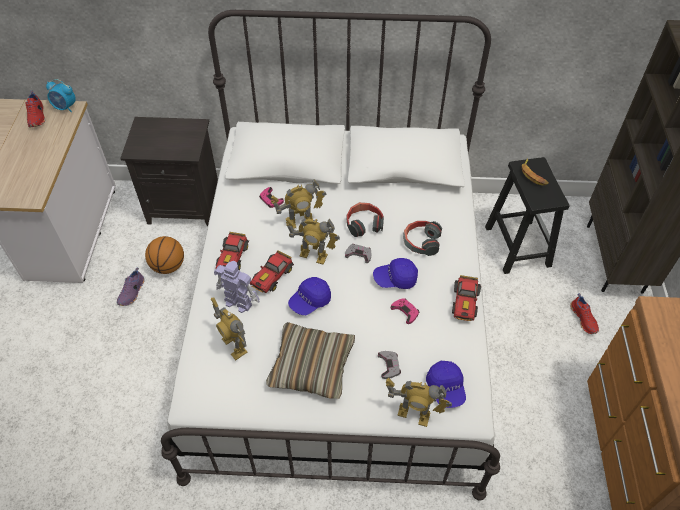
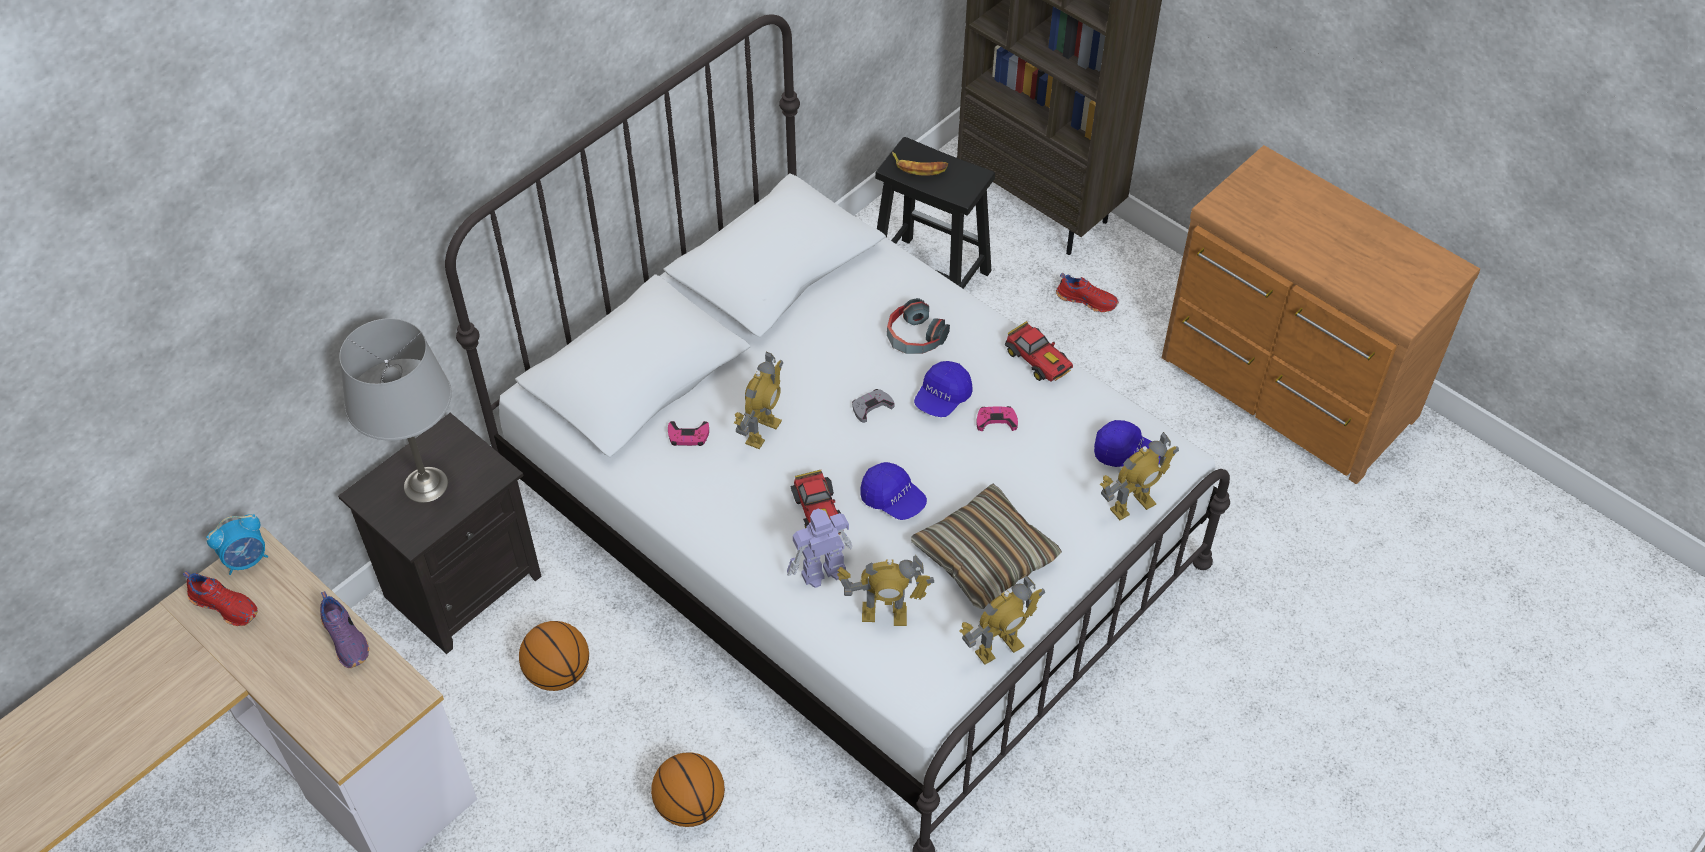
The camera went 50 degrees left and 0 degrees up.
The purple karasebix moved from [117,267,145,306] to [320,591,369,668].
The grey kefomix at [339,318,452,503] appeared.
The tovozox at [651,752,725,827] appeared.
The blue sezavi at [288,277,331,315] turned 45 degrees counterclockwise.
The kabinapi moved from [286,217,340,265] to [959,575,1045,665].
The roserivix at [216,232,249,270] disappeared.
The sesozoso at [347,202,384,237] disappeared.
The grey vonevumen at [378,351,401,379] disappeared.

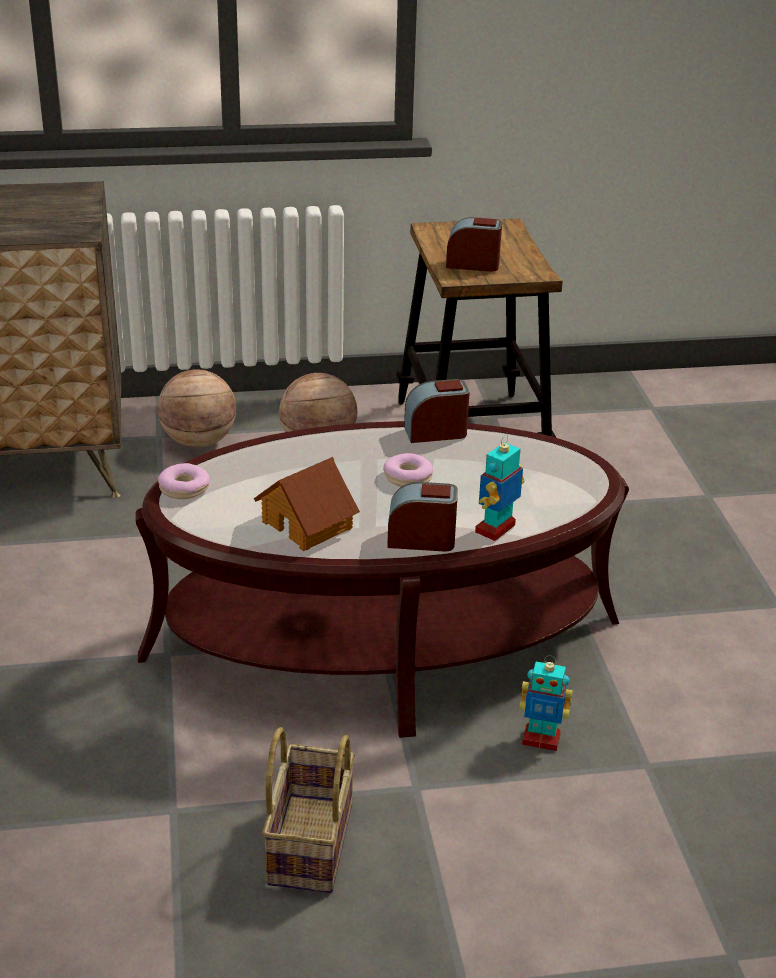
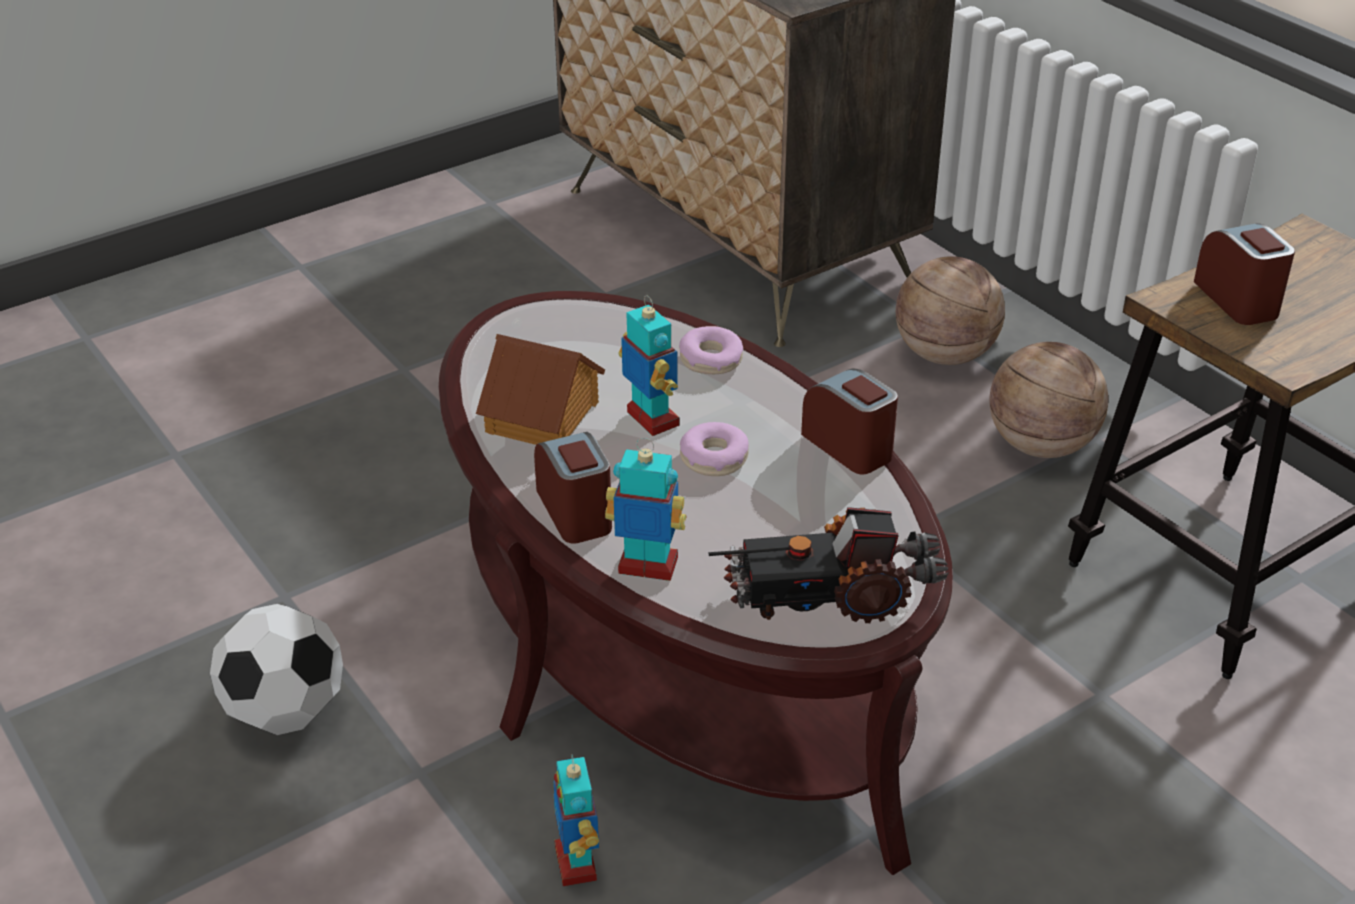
The camera went 65 degrees right and 5 degrees up.
The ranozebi at [262,727,355,893] was replaced by the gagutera at [210,604,343,735].
The kabinapi at [618,295,680,436] appeared.
The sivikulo moved from [158,463,210,499] to [679,326,743,374].
The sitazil at [709,507,948,623] appeared.

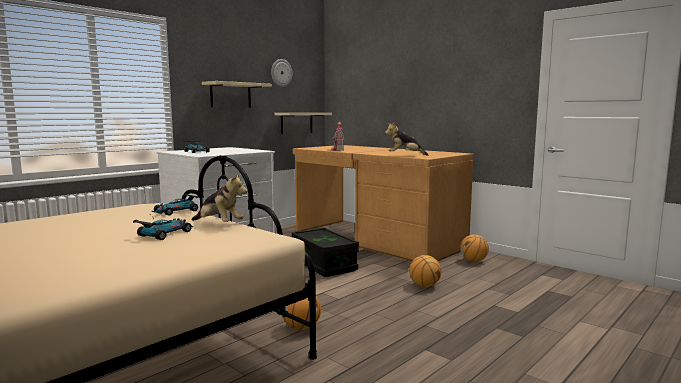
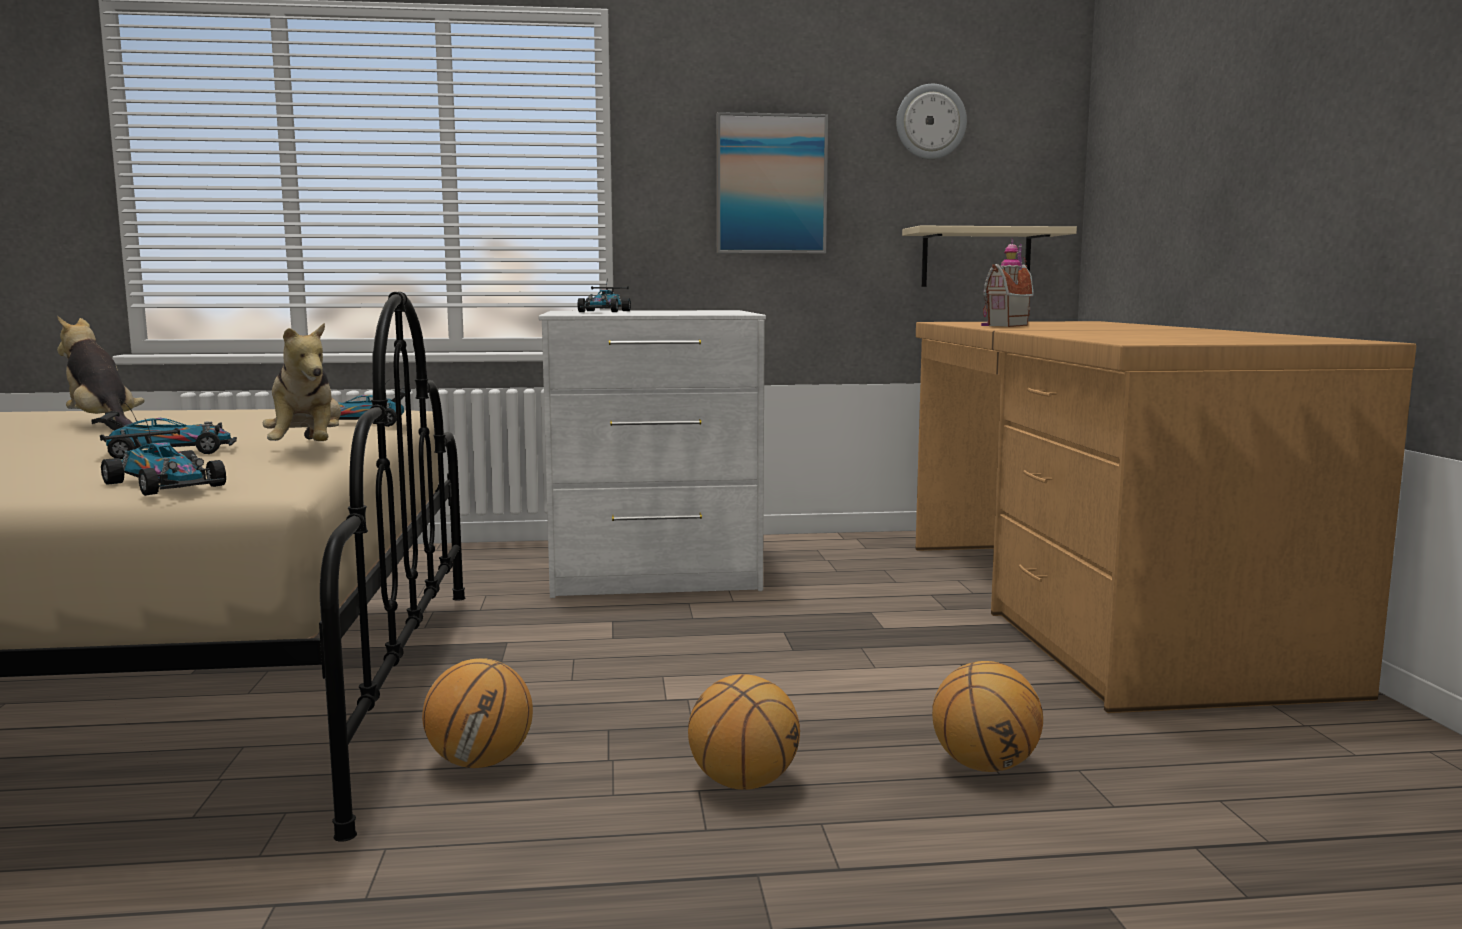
The camera went 40 degrees right and 0 degrees up.
The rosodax moved from [385,122,429,156] to [57,316,145,426].
The roserivix at [100,418,226,496] appeared.
The tovozox moved from [461,235,489,262] to [688,674,800,790].
The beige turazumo at [202,81,272,108] was replaced by the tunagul at [716,112,828,254].
The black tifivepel at [292,228,359,277] disappeared.

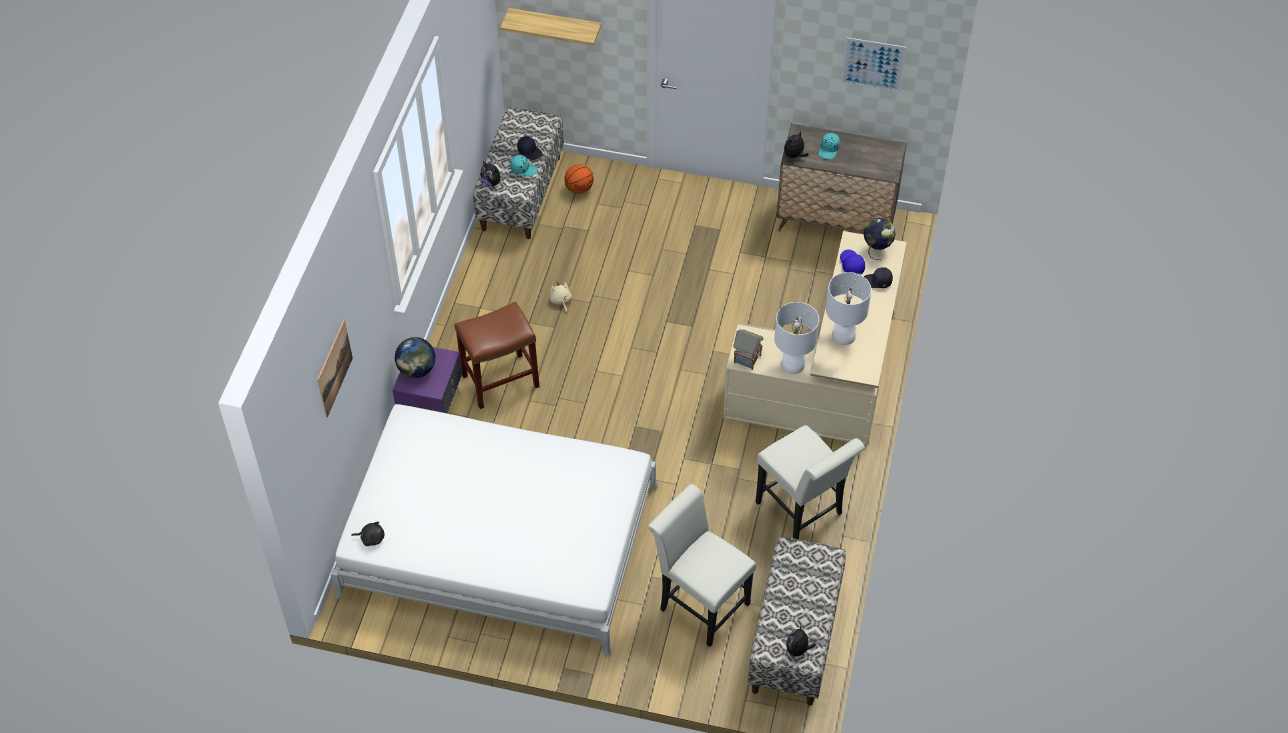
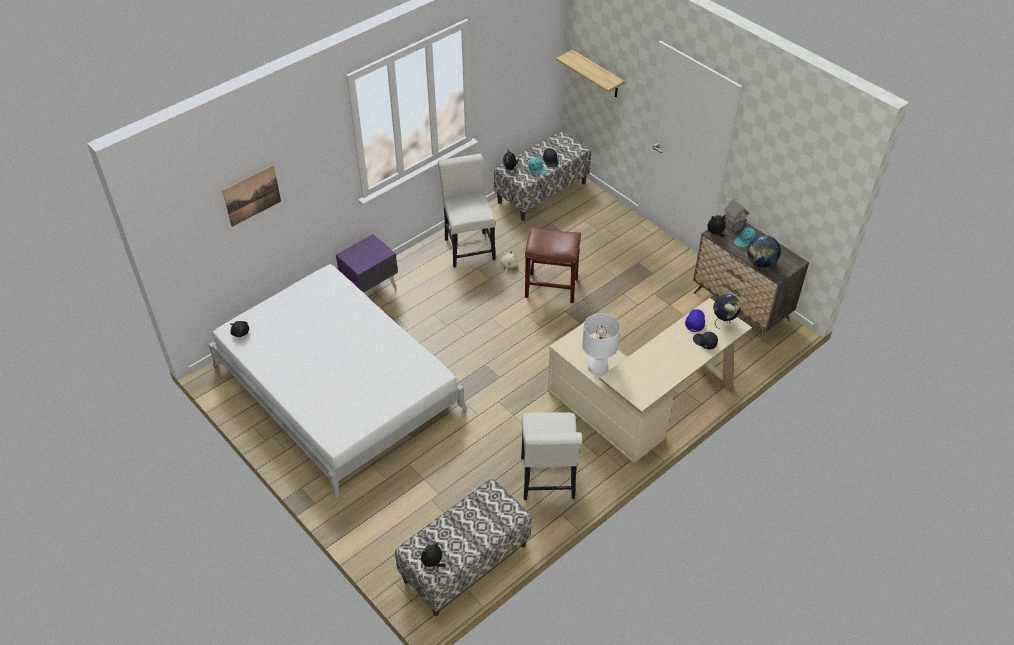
The camera went 35 degrees right and 5 degrees down.
The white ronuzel moved from [648,484,756,647] to [438,154,496,268].
The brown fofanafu moved from [455,302,540,409] to [525,227,581,303].
The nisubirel moved from [733,329,763,370] to [724,199,749,234].
The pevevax moved from [395,337,436,378] to [748,235,781,268].
The tovozox at [564,165,594,194] disappeared.
The white kefomix at [826,272,871,345] disappeared.
The tunagul at [841,37,906,92] disappeared.

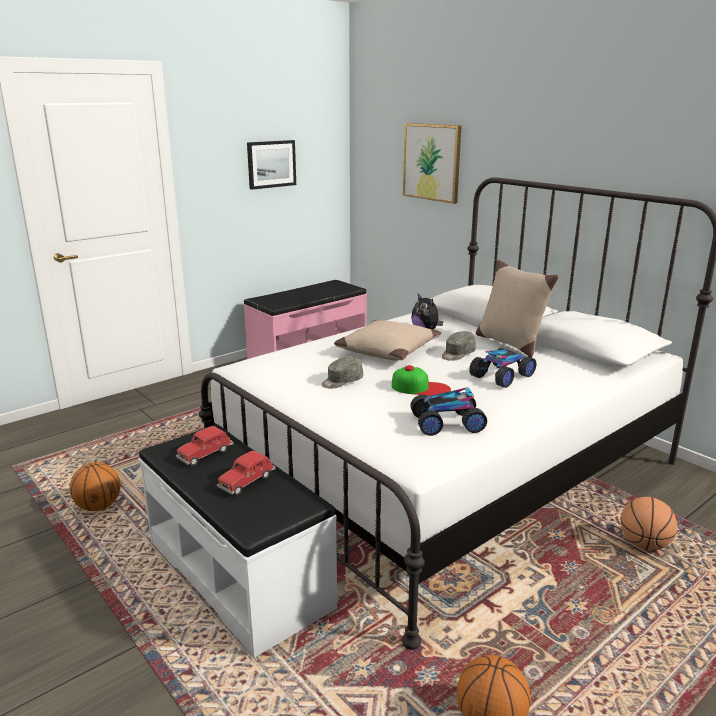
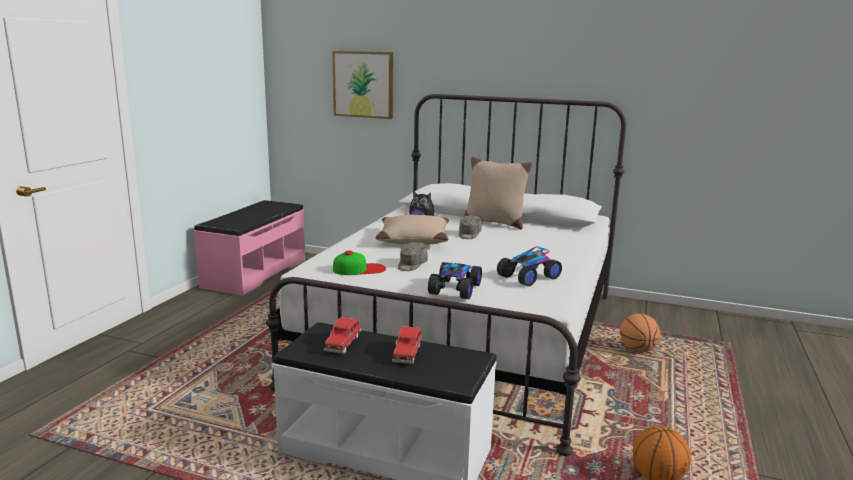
The camera went 30 degrees left and 5 degrees down.
The sezavi moved from [392,365,451,396] to [333,250,386,275].
The roserivix moved from [469,348,536,388] to [428,262,482,299].
The tovozox at [70,462,121,511] disappeared.
The tunagul at [247,140,296,190] disappeared.

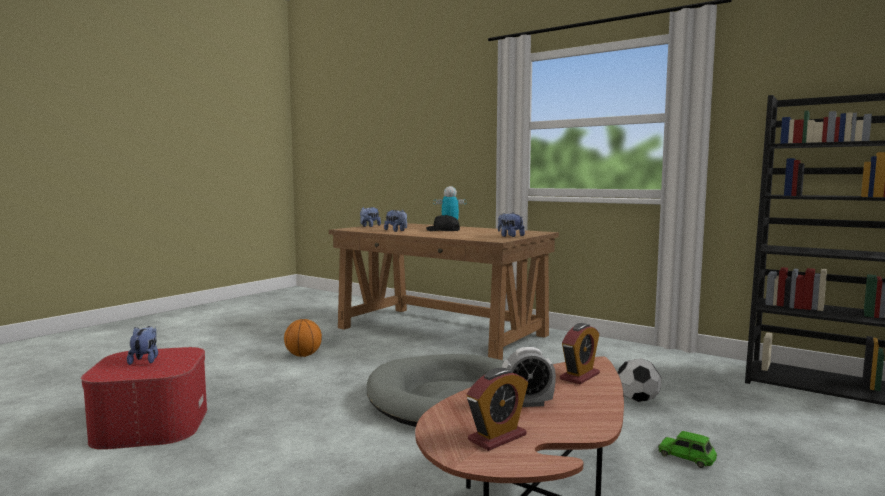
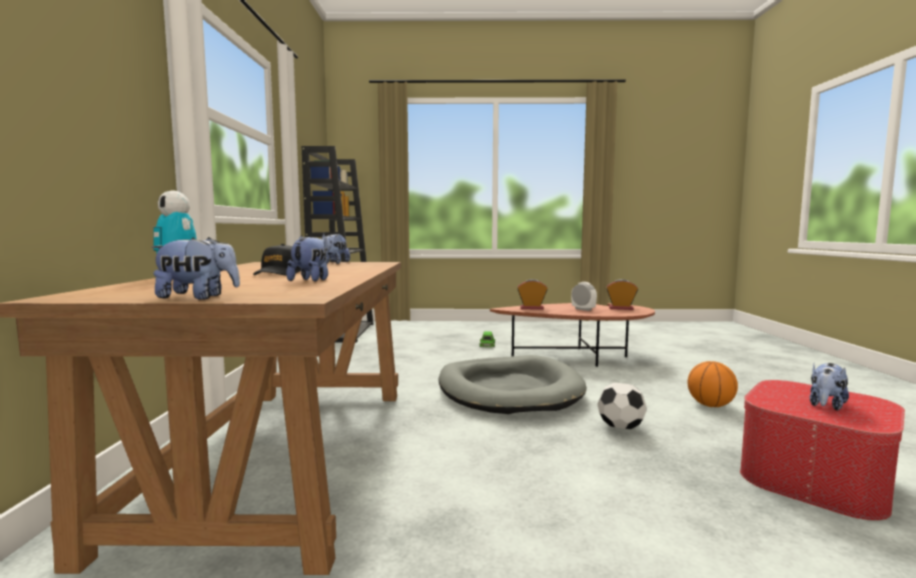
The camera went 125 degrees left and 0 degrees up.
The gagutera moved from [617,359,662,402] to [597,383,647,429].
The tovozox moved from [284,319,322,357] to [688,361,738,407].

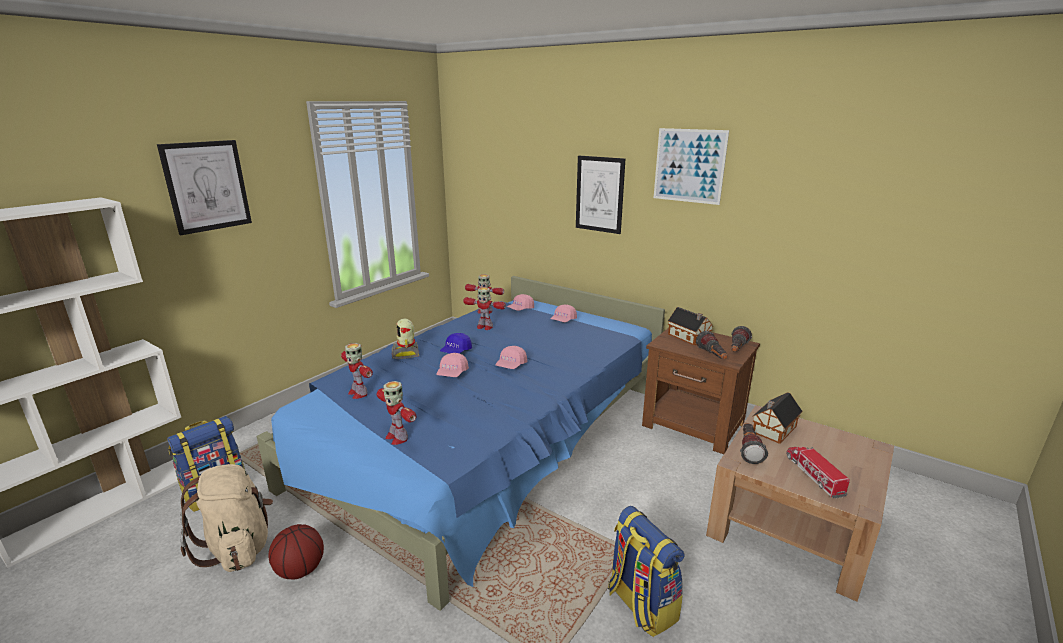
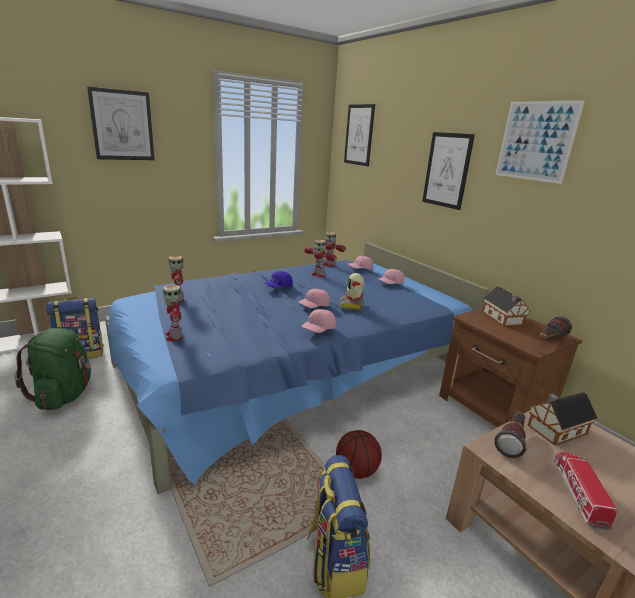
The camera went 20 degrees right and 0 degrees up.
The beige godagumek at [180,464,273,572] became the green godagumek at [15,328,91,410].
The pink sezavi moved from [436,353,469,377] to [301,309,336,333].
The tovozox moved from [269,524,324,580] to [336,430,382,479].
The kabinapi moved from [392,319,419,359] to [339,273,364,311].
The tunagul at [344,104,375,166] appeared.
The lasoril at [696,331,728,359] disappeared.

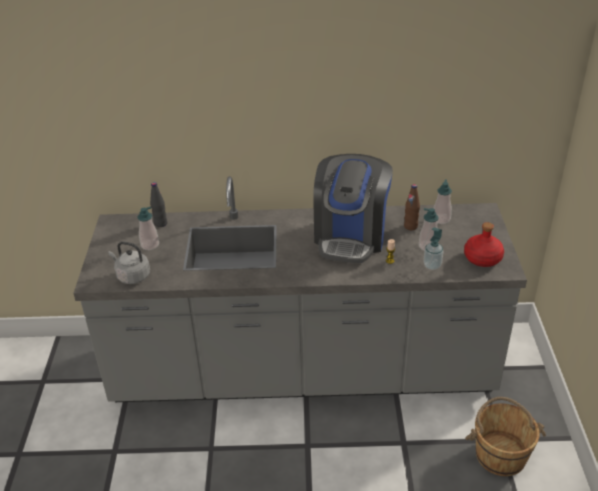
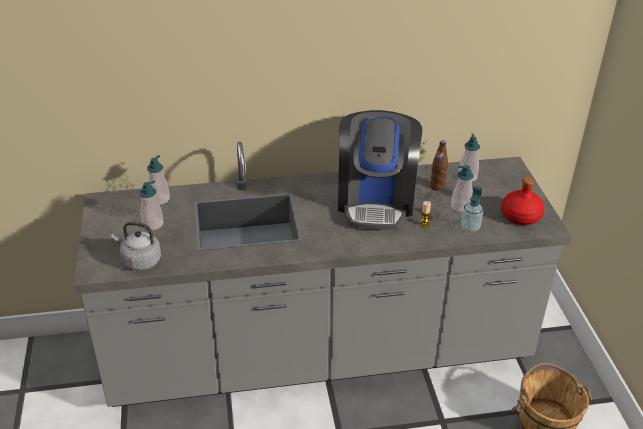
The camera went 10 degrees left and 0 degrees up.
The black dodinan at [150,182,167,227] was replaced by the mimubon at [147,155,170,205].

